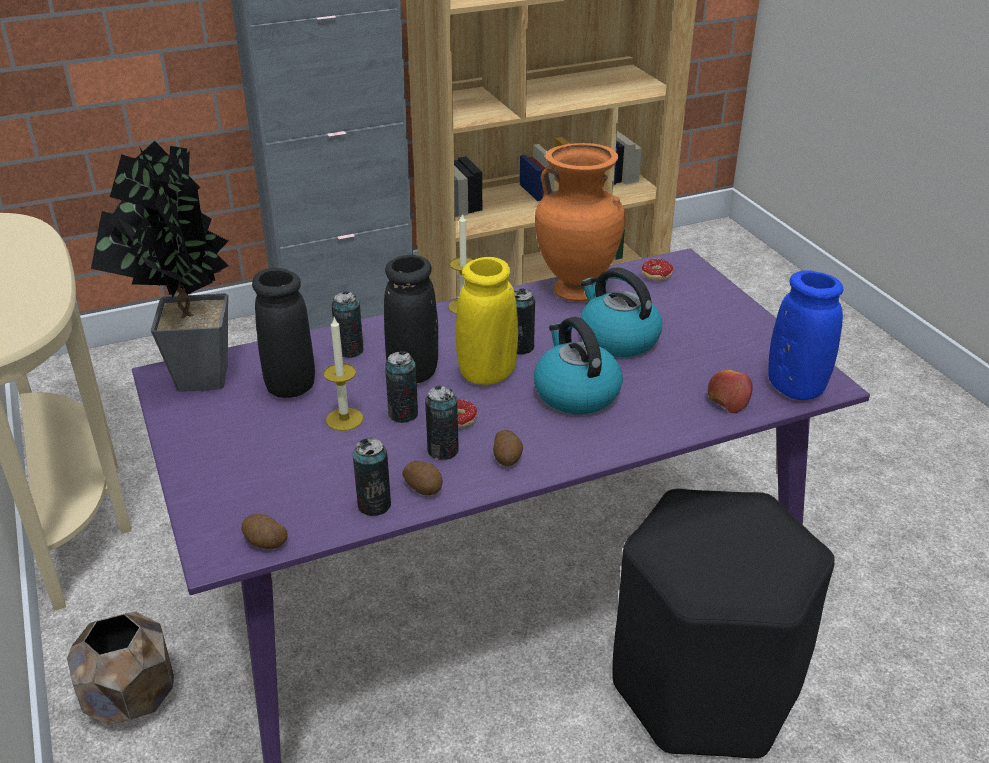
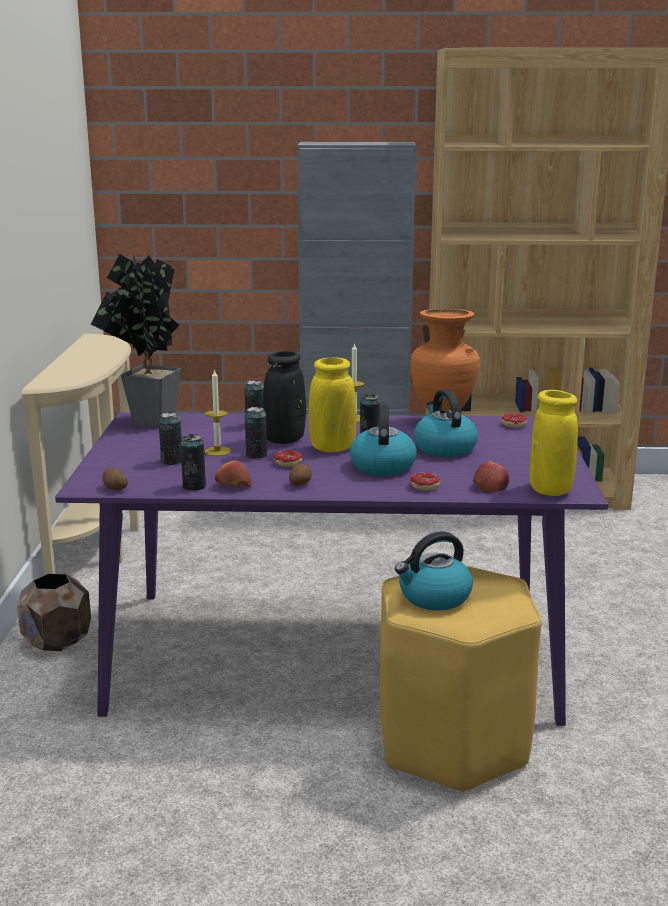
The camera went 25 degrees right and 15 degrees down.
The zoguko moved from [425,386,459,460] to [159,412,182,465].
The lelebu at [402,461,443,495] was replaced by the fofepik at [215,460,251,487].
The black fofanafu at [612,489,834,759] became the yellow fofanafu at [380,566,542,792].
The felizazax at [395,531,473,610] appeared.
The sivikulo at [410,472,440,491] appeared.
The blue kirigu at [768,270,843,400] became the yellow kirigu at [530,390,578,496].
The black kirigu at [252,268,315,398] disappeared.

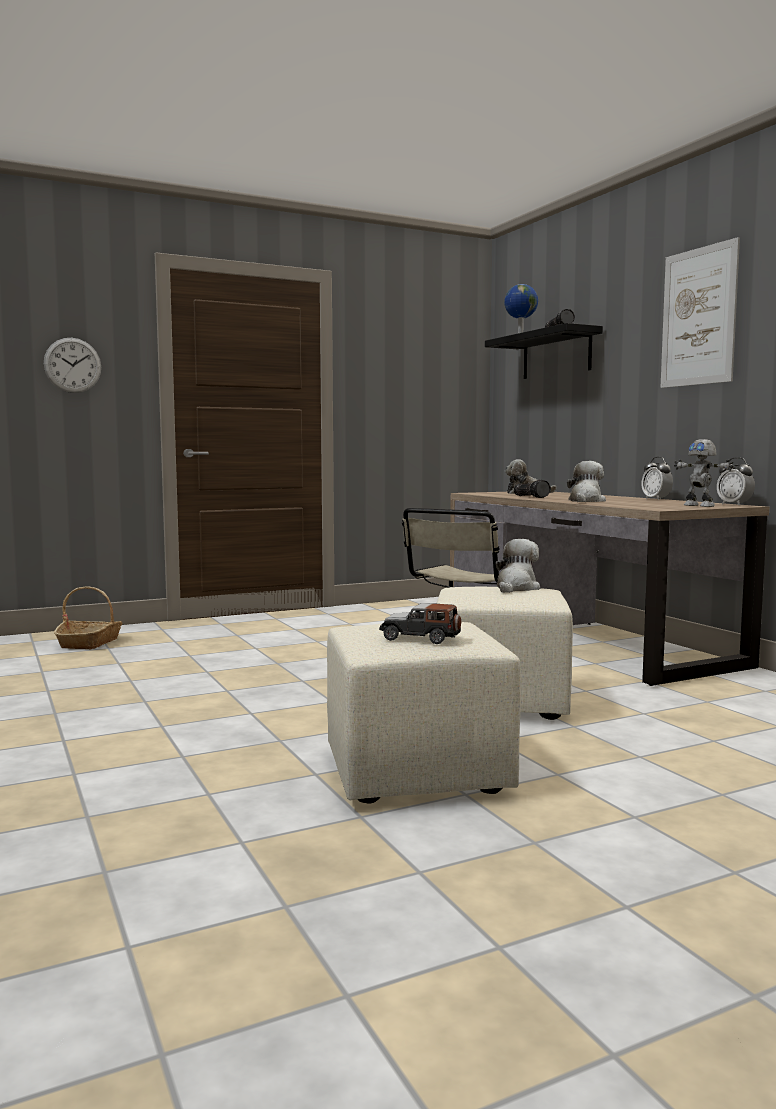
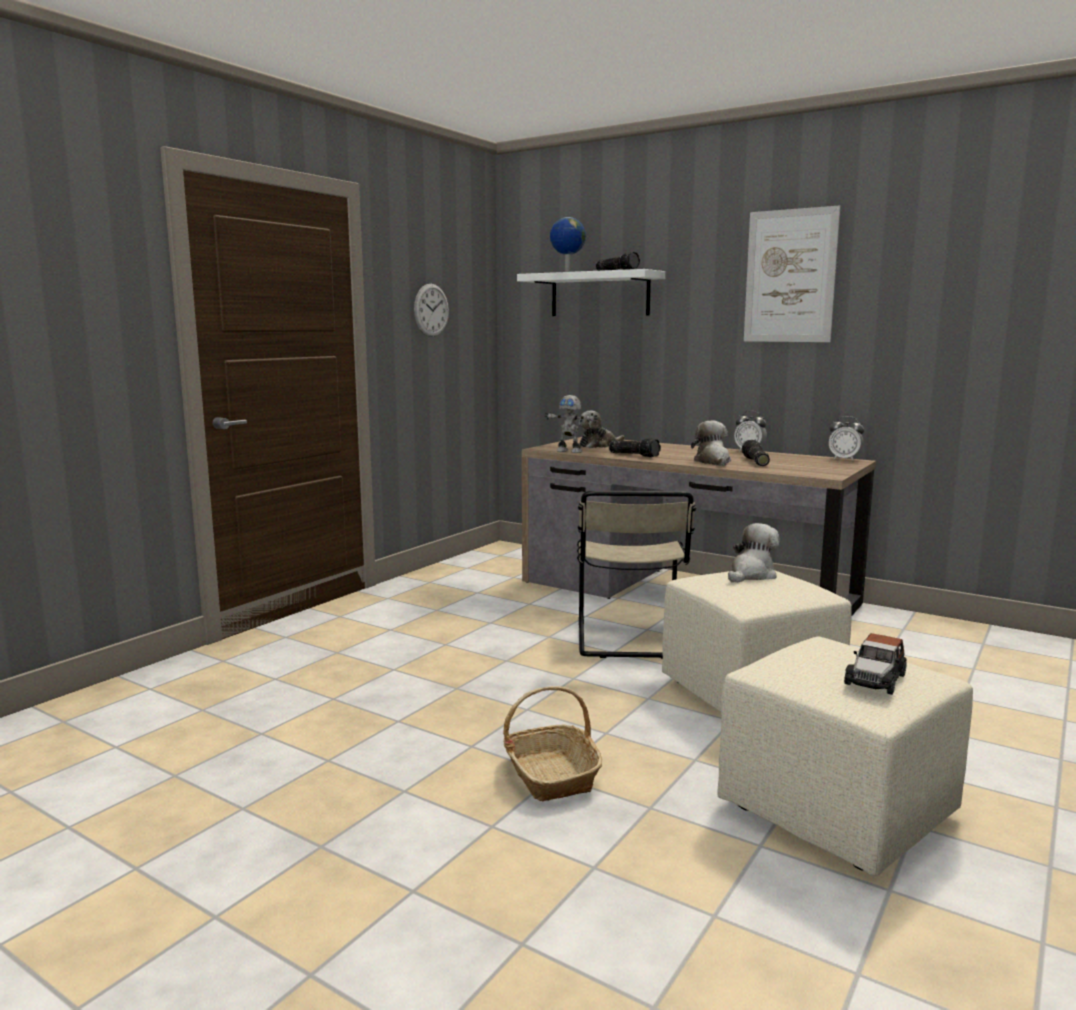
The camera went 30 degrees left and 5 degrees up.
The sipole moved from [44,338,101,393] to [414,284,449,337].
The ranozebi moved from [54,587,123,649] to [503,686,602,802].
The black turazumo at [485,323,603,379] became the white turazumo at [517,269,665,316].
The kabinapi moved from [674,439,734,507] to [545,395,598,453].
The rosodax at [495,539,540,593] turned 45 degrees clockwise.
The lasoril at [742,440,770,466] appeared.
The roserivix at [379,603,461,644] turned 45 degrees counterclockwise.

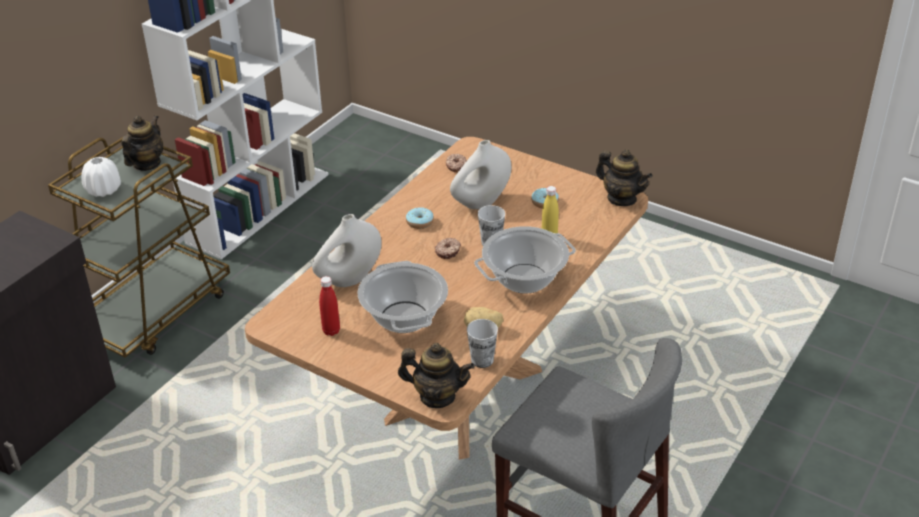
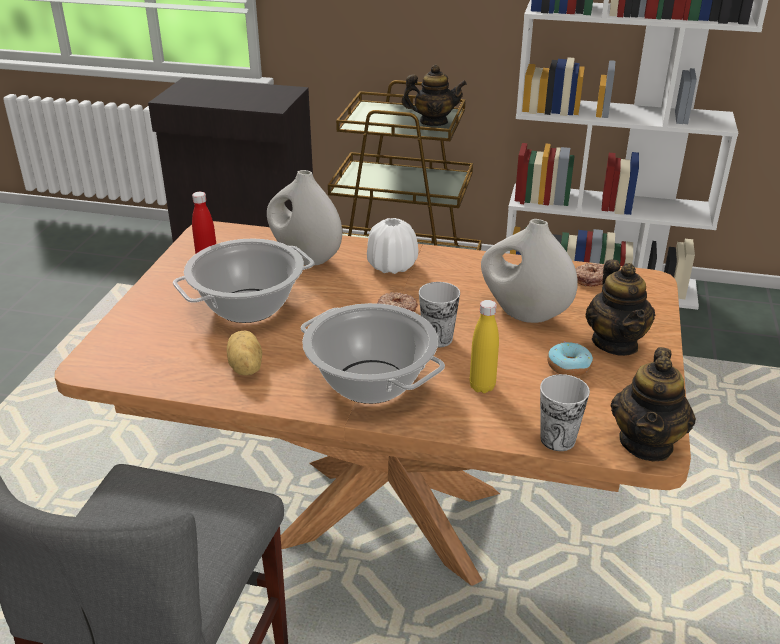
The camera went 70 degrees right and 5 degrees down.
The white kirigu moved from [81,157,121,197] to [367,218,418,274].
The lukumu moved from [467,319,498,368] to [540,374,590,451].
The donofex moved from [398,343,475,408] to [586,260,655,356].
The sivikulo at [406,207,434,229] disappeared.

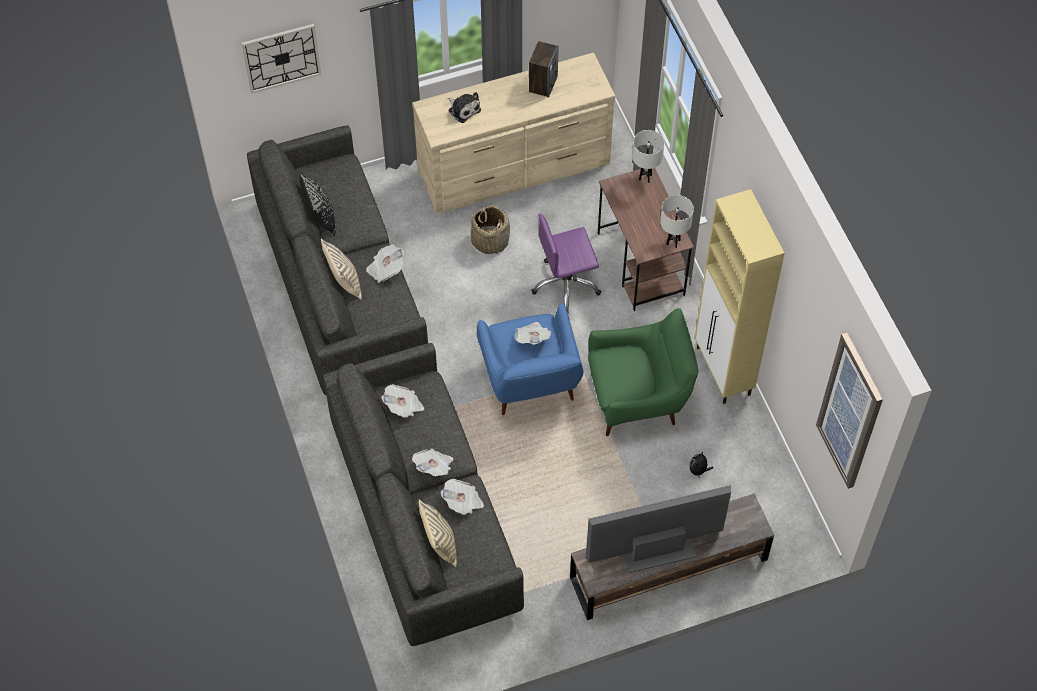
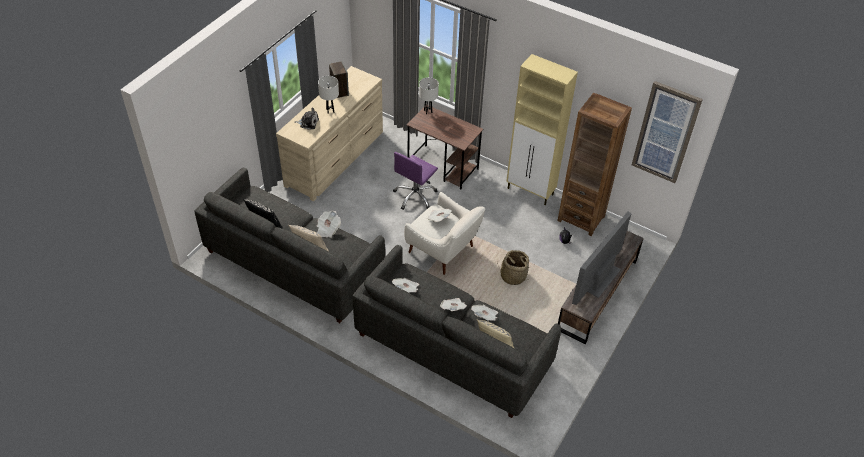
The camera went 40 degrees left and 10 degrees down.
The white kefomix moved from [660,195,694,248] to [318,76,339,114].
The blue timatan at [477,303,584,415] became the white timatan at [404,192,485,275].
The ranozebi moved from [471,205,510,255] to [497,250,529,285].
The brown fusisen at [557,93,632,236] appeared.
The sipole at [242,24,321,93] disappeared.
The green timatan at [588,308,698,436] disappeared.

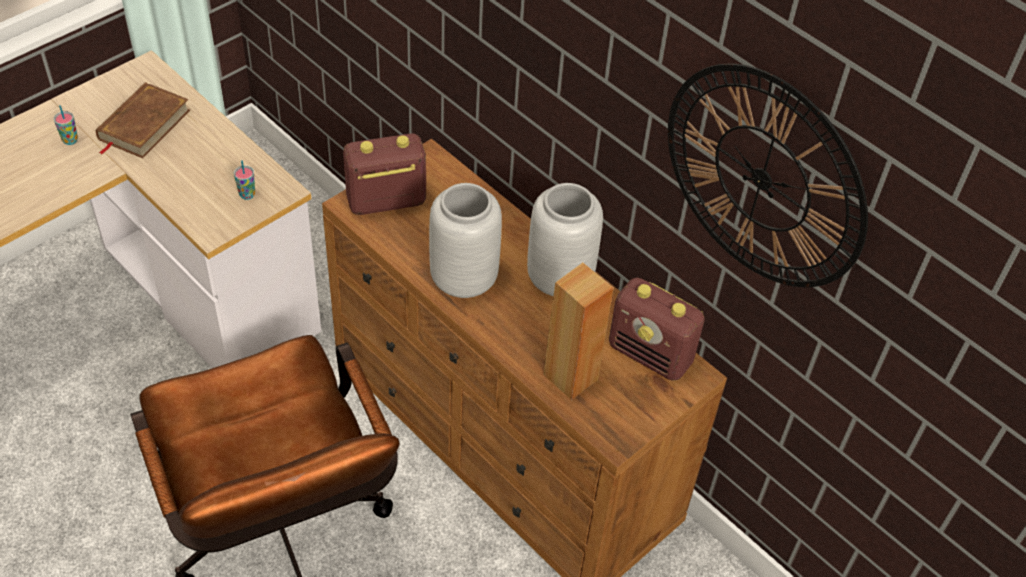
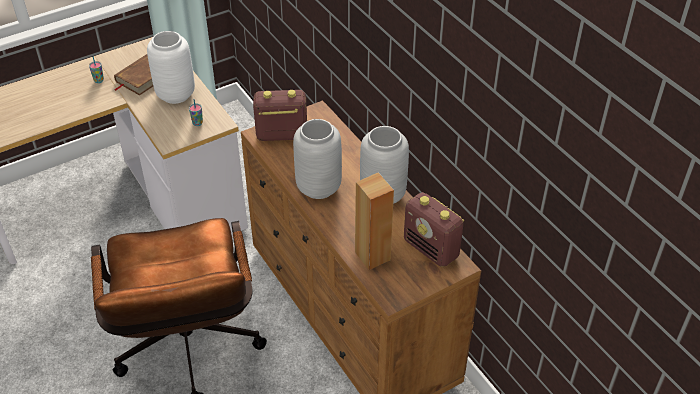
The camera went 15 degrees right and 5 degrees down.
The white kirigu at [147,31,195,104] appeared.
The sipole at [668,63,868,287] disappeared.

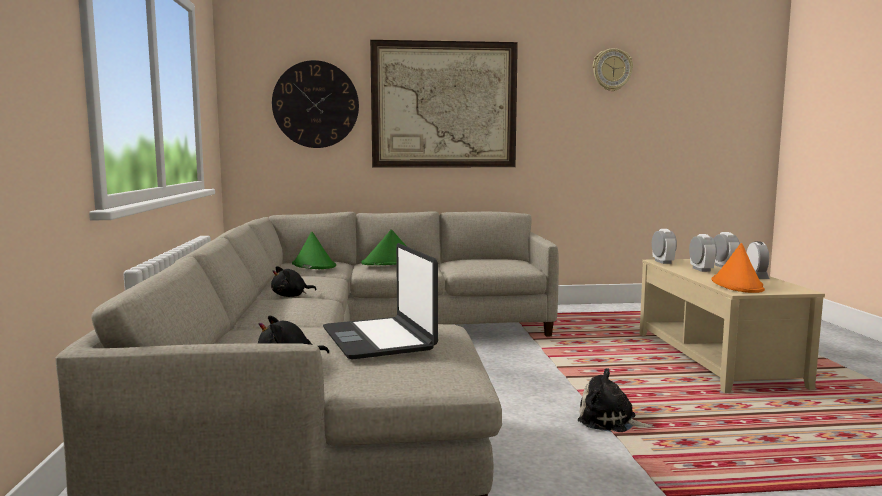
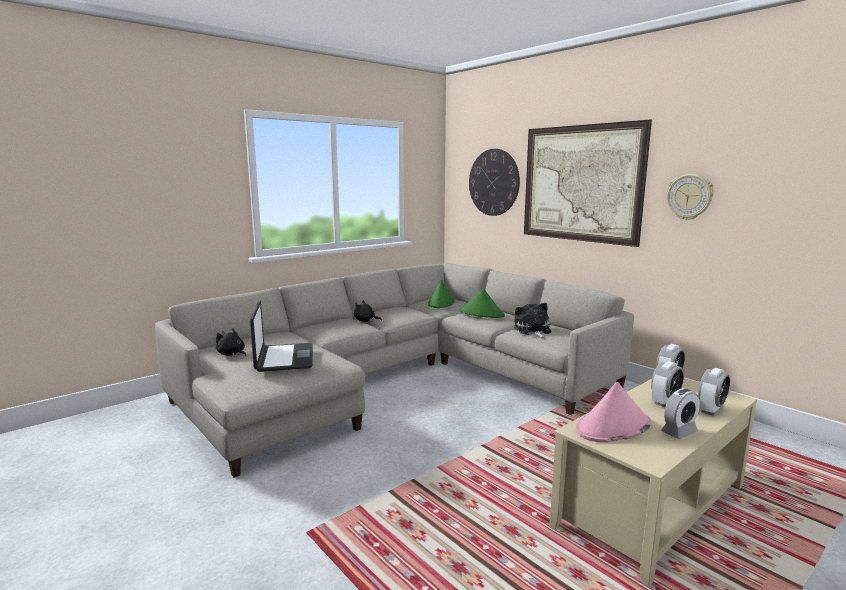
The camera went 55 degrees right and 5 degrees up.
The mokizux at [323,243,438,359] turned 135 degrees clockwise.
The rosodax moved from [578,368,654,432] to [514,303,551,339].
The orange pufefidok at [712,243,765,293] became the pink pufefidok at [576,382,651,443].
The sipole moved from [593,48,633,91] to [666,174,714,220].

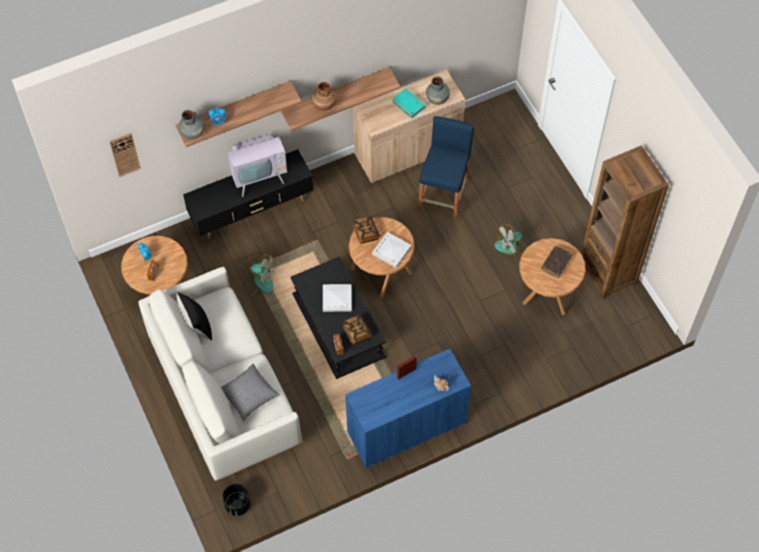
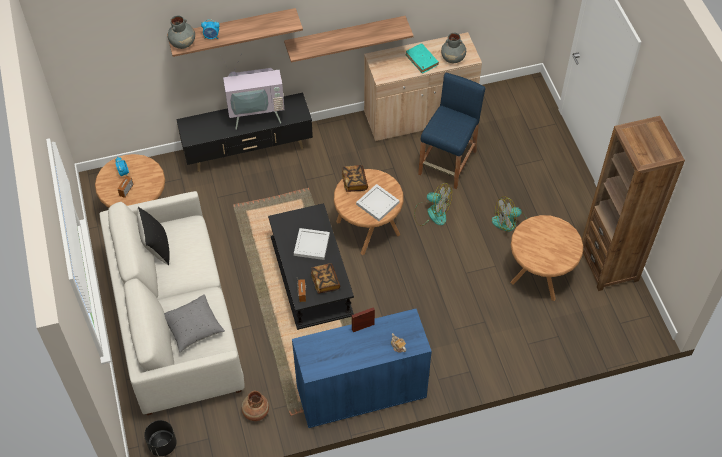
The camera went 10 degrees right and 5 degrees down.
The brown kirigu moved from [311,82,336,111] to [241,391,269,421].
The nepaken moved from [242,254,275,296] to [414,183,452,226].
The sipole at [109,133,141,177] disappeared.
The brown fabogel at [541,246,572,278] disappeared.

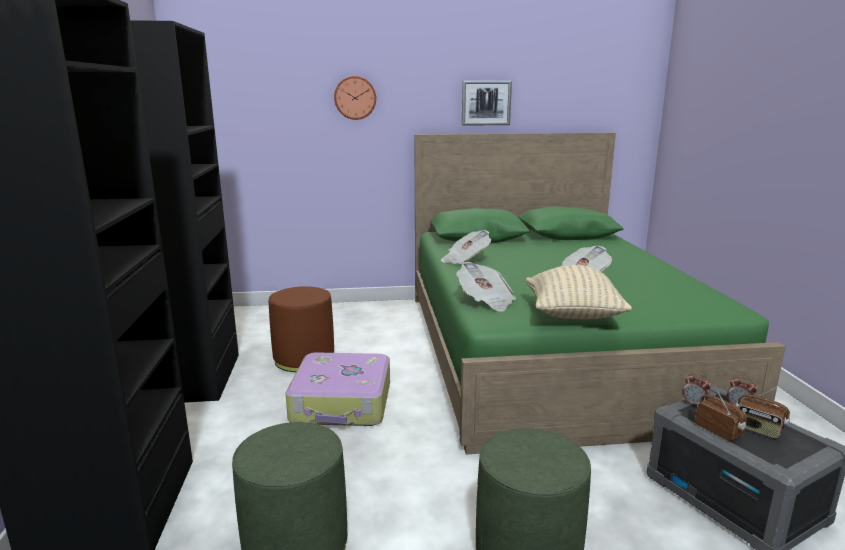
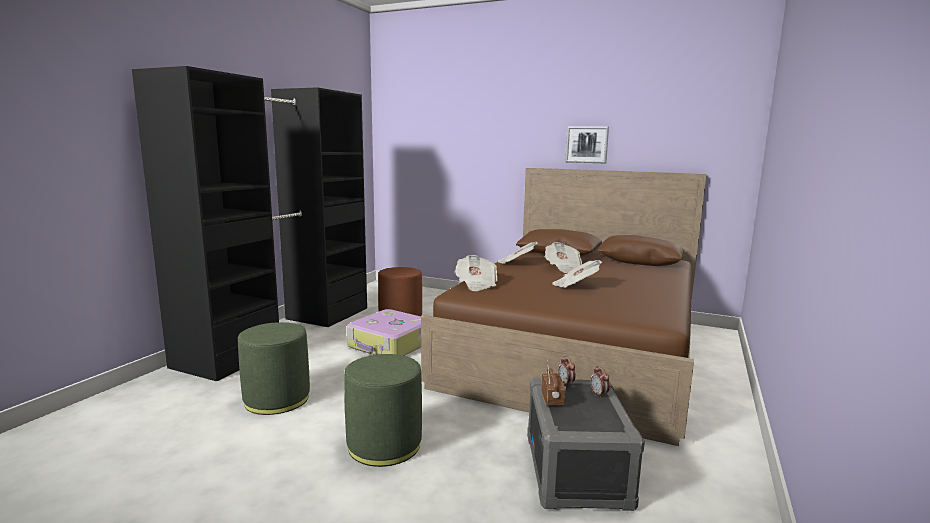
The camera went 30 degrees right and 5 degrees down.
The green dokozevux at [414,133,786,455] became the brown dokozevux at [421,168,706,446].
The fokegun at [545,242,582,273] appeared.
The sipole at [334,76,376,120] disappeared.
The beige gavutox at [525,265,632,319] disappeared.
The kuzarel at [736,387,790,439] disappeared.

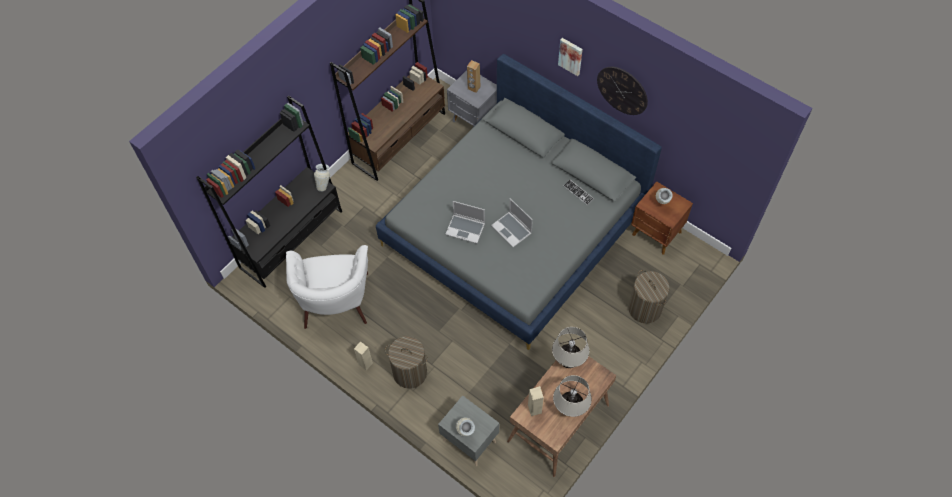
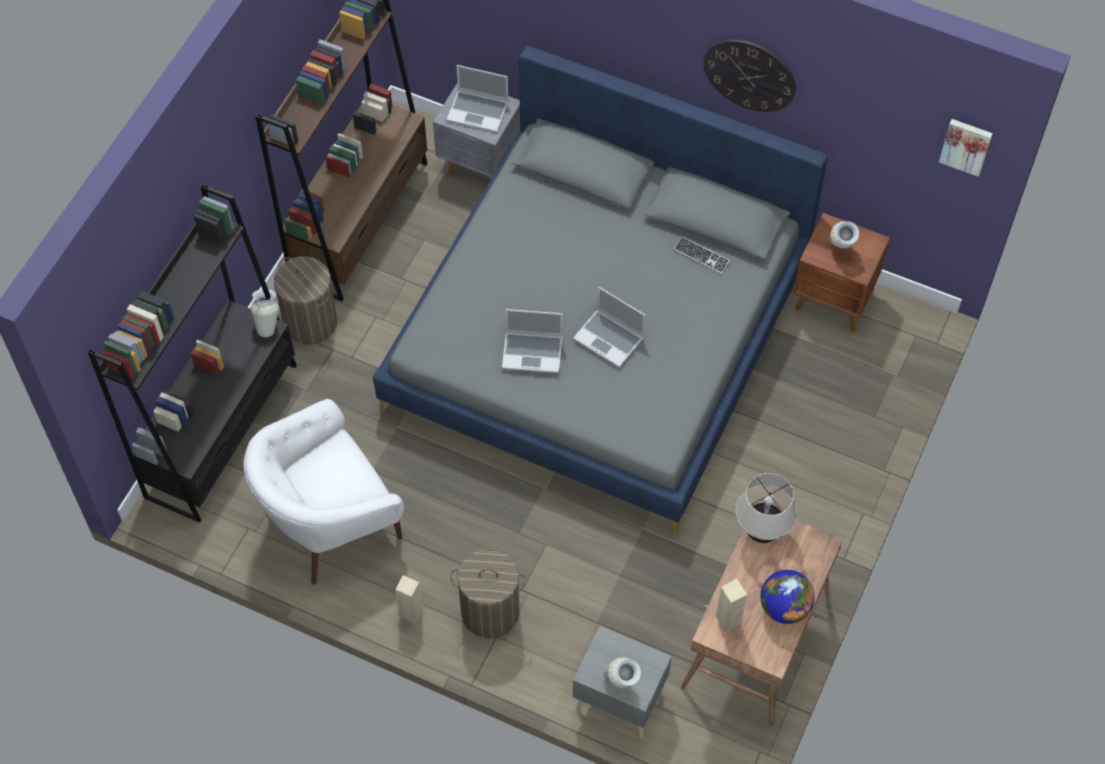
The camera went 15 degrees left and 0 degrees up.
The white timatan at [286,245,368,329] turned 75 degrees clockwise.
The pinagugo moved from [629,270,670,324] to [274,256,337,345].
The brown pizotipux at [467,60,480,93] was replaced by the mokizux at [447,65,509,132].
The beige kefomix at [553,375,592,417] was replaced by the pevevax at [760,570,815,624].
The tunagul moved from [558,38,583,76] to [939,119,993,177].

